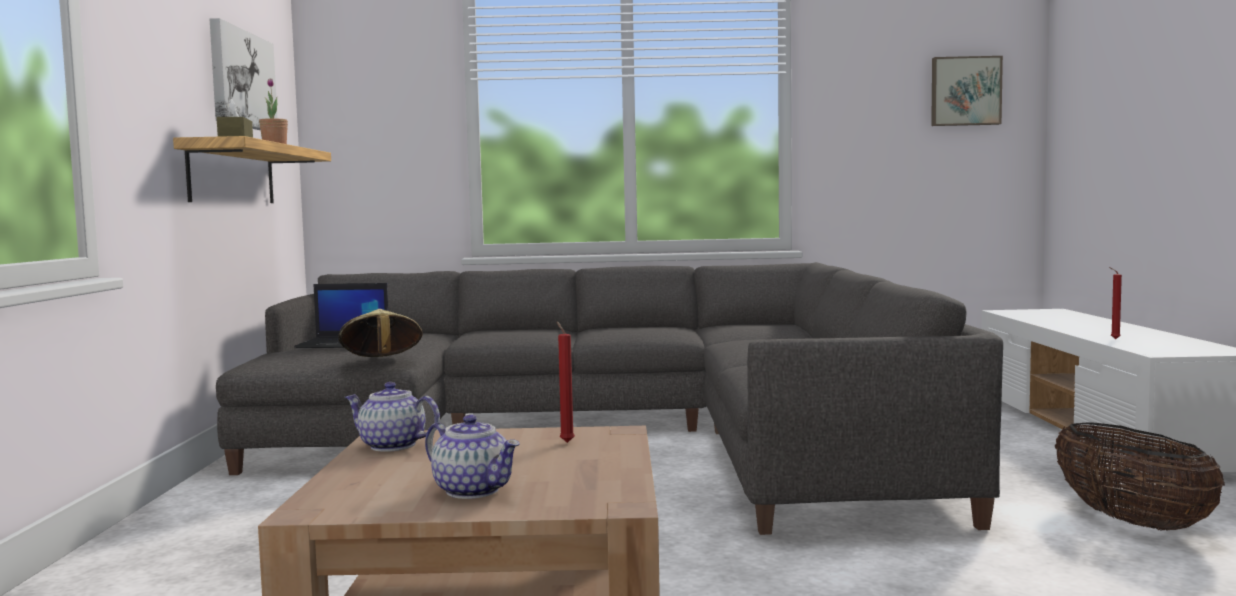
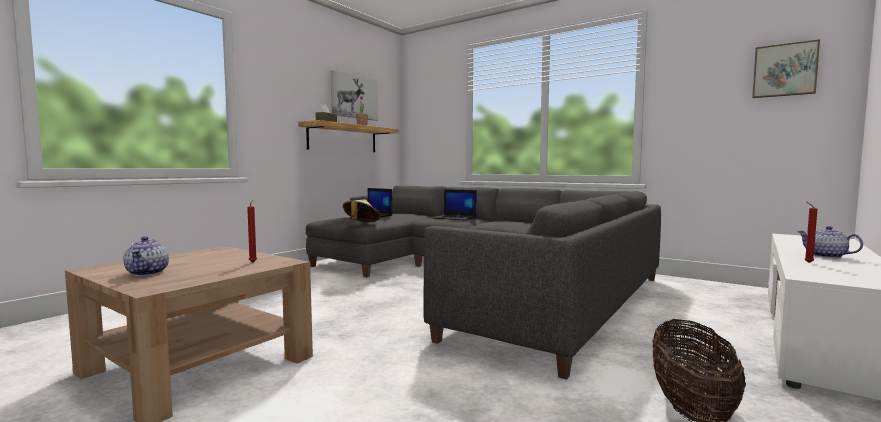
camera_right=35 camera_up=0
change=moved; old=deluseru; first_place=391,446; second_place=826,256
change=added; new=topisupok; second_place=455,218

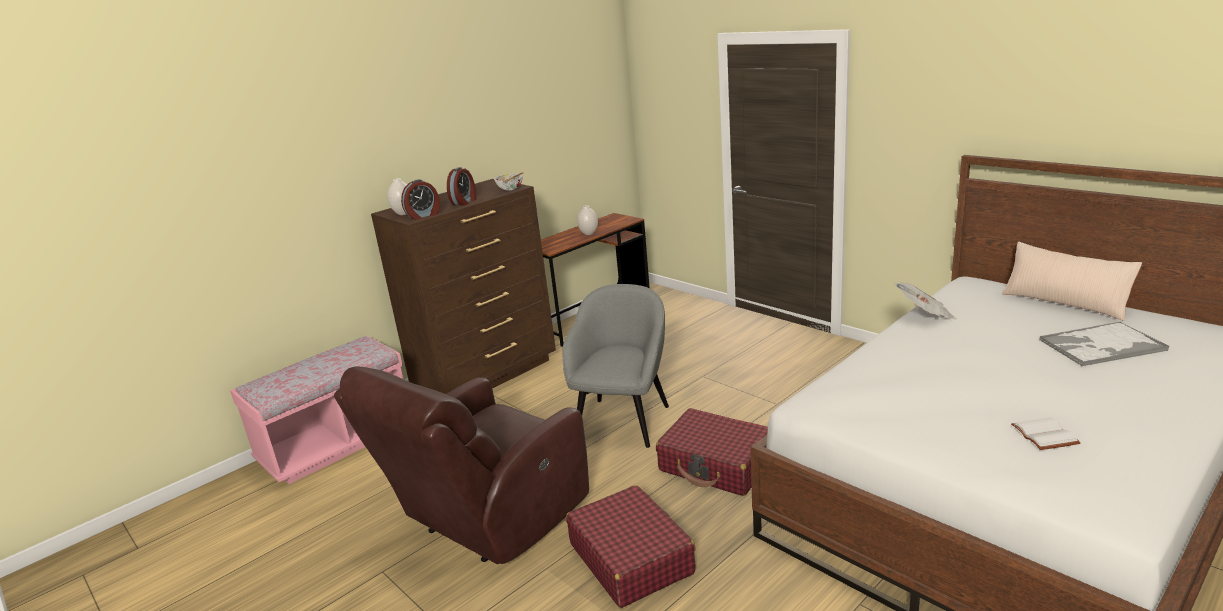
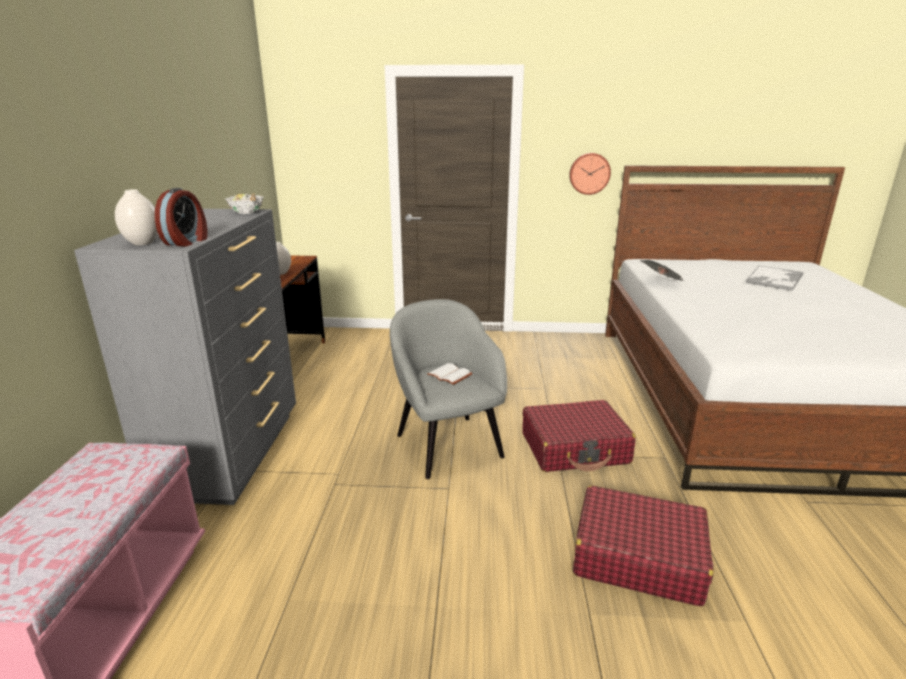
camera_right=-45 camera_up=0
change=removed; old=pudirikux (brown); first_place=487,521
change=recoloured; old=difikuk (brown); new=difikuk (grey); first_place=487,375; second_place=232,453
change=removed; old=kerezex; first_place=465,202
change=removed; old=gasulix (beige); first_place=1064,302
change=moved; old=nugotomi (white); first_place=1046,435; second_place=451,375
change=added; new=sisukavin; second_place=589,173

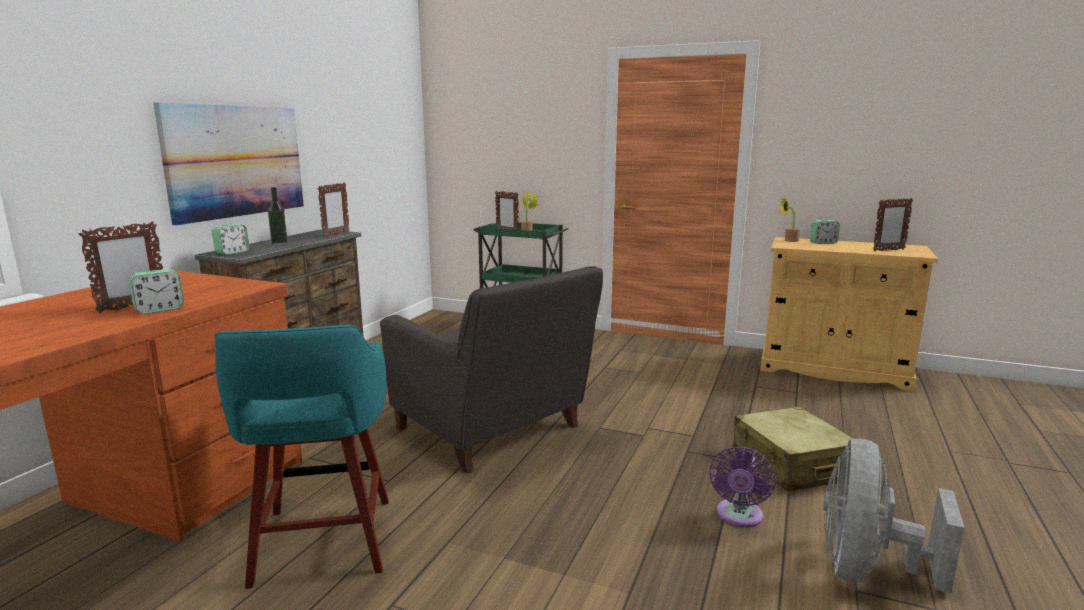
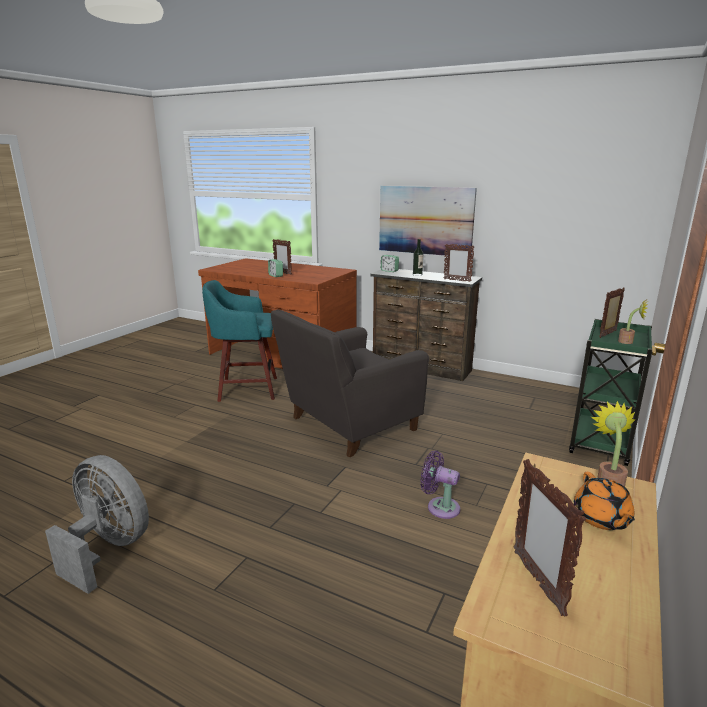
camera_right=95 camera_up=5
change=moved; old=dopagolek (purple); first_place=738,517; second_place=440,507
change=removed; old=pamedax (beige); first_place=792,464
change=replaced; old=kerezex; new=deluseru (orange); first_place=823,243; second_place=601,519

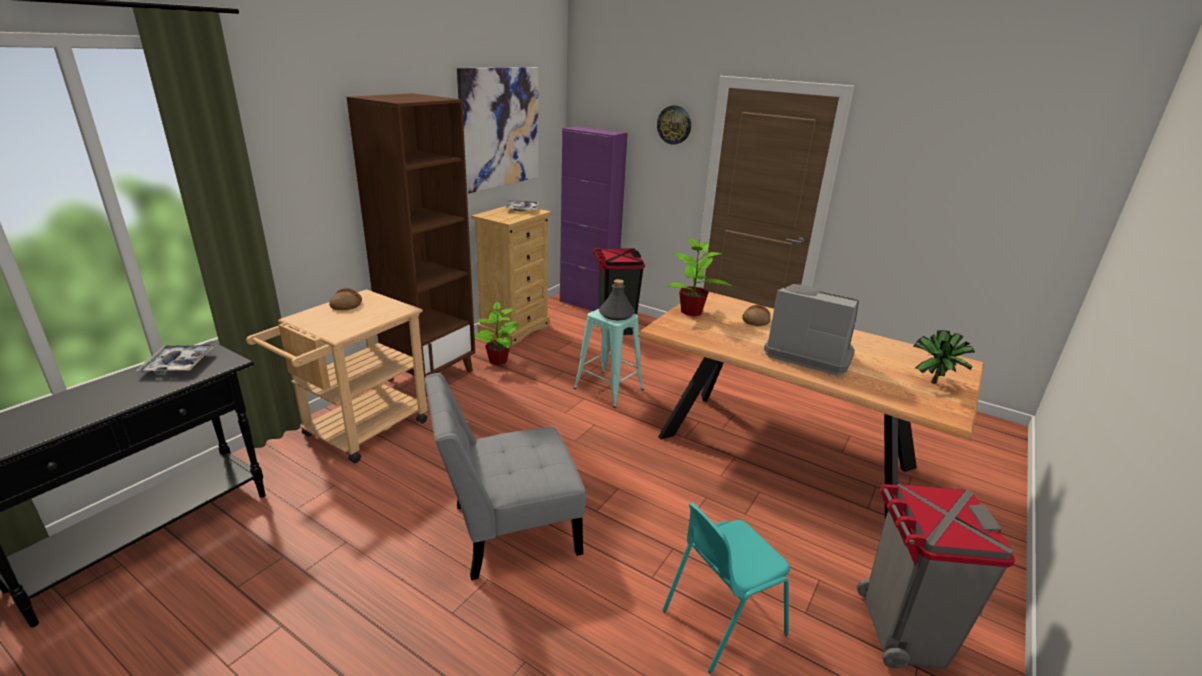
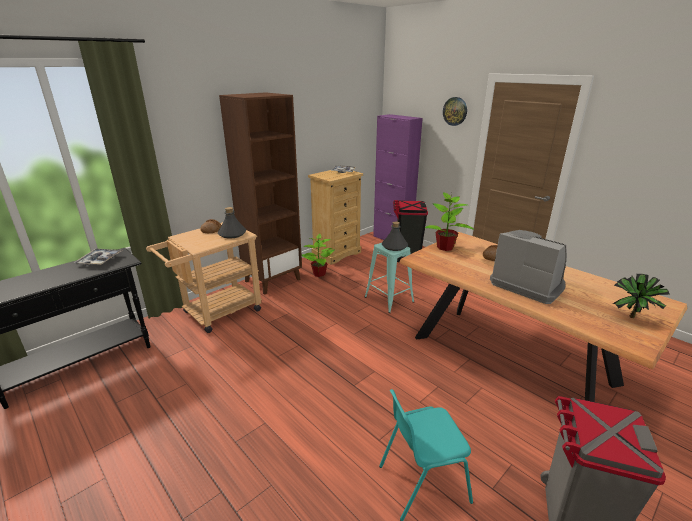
camera_right=15 camera_up=0
change=removed; old=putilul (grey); first_place=507,531
change=removed; old=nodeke; first_place=500,128
change=added; new=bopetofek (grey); second_place=232,234

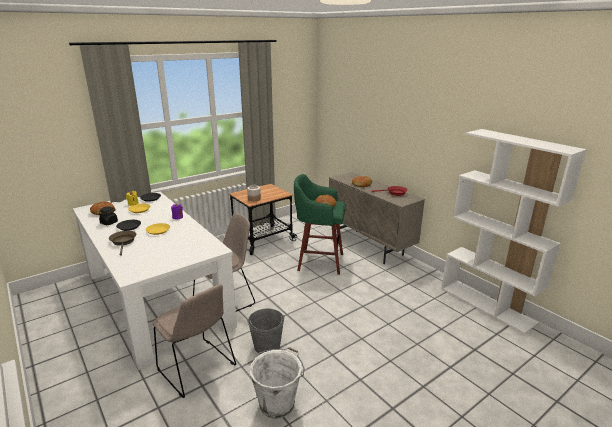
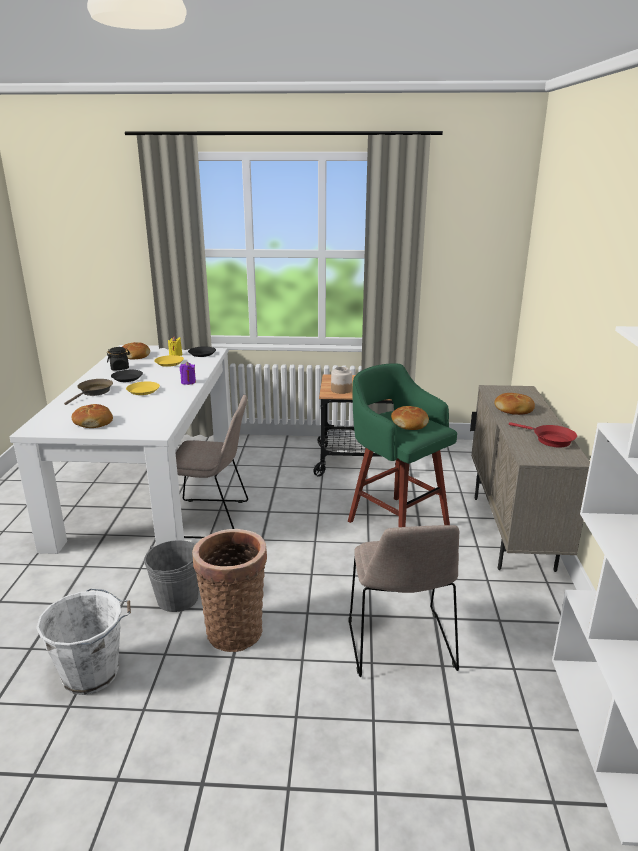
camera_right=40 camera_up=0
change=moved; old=putilul (beige); first_place=197,368; second_place=400,646
change=added; new=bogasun; second_place=93,422
change=added; new=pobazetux; second_place=235,629

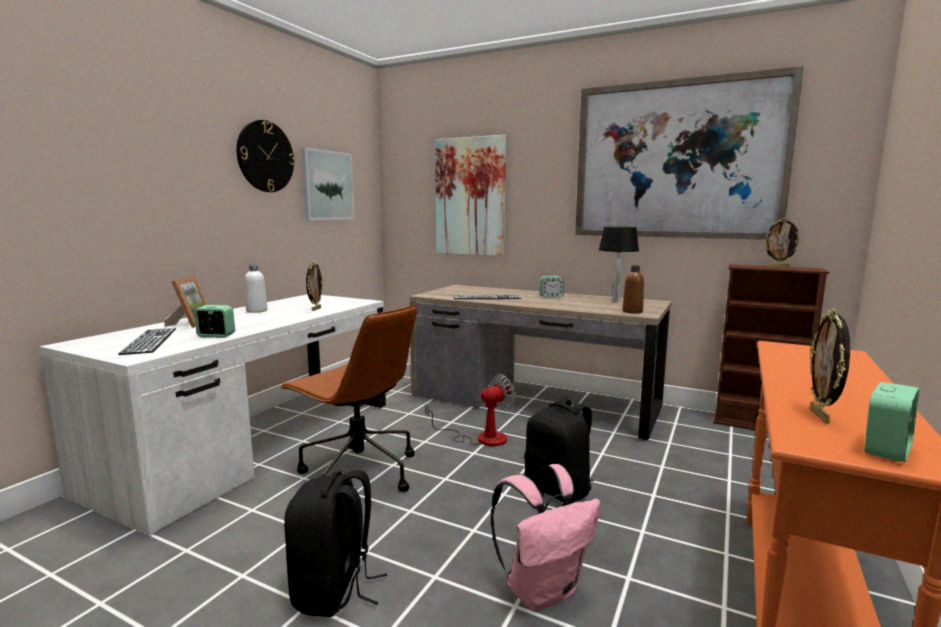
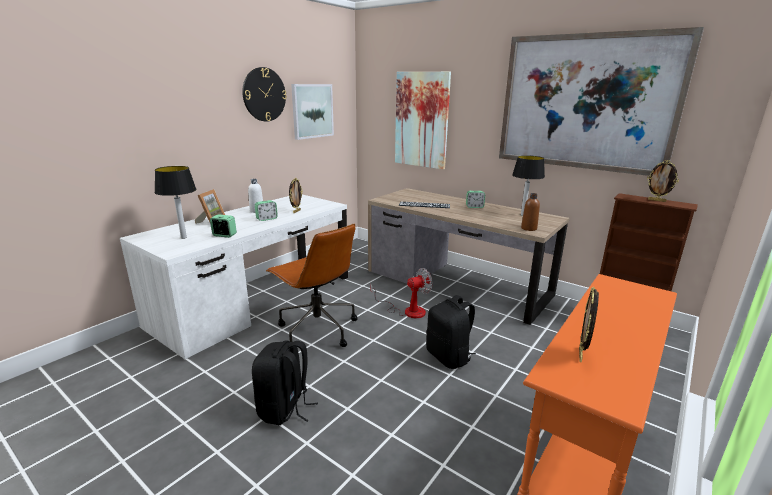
camera_right=10 camera_up=10
change=replaced; old=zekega; new=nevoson; first_place=150,341; second_place=183,237
change=removed; old=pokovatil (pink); first_place=542,589
change=moved; old=kerezex; first_place=886,449; second_place=266,219

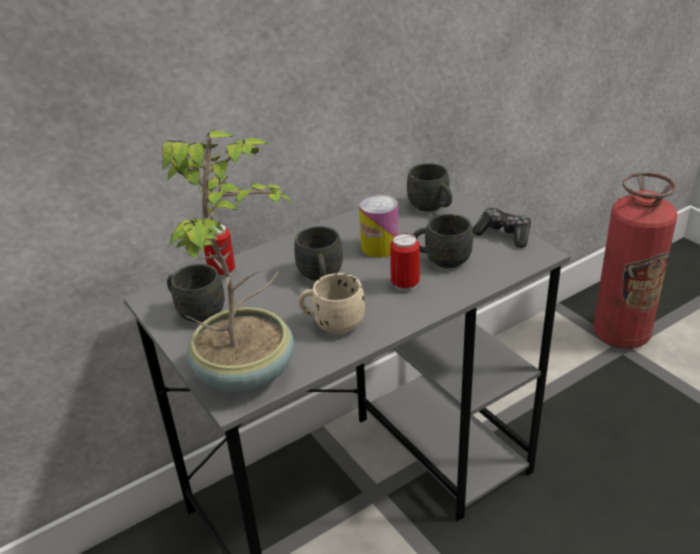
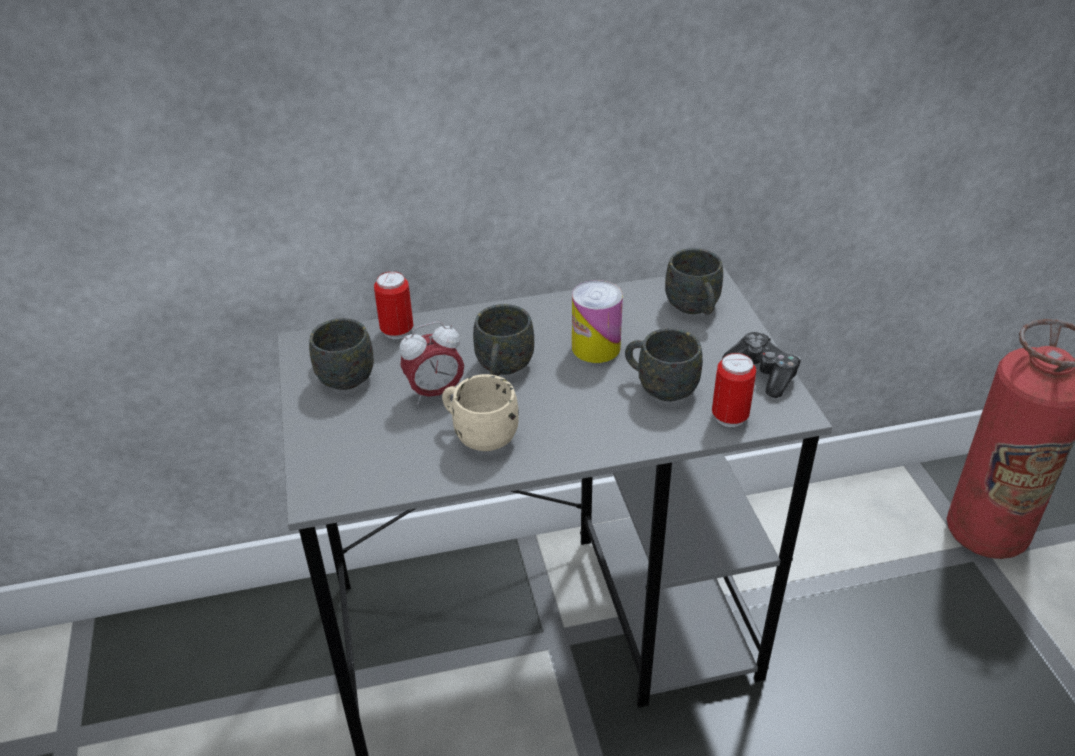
camera_right=20 camera_up=5
change=removed; old=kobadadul; first_place=248,372
change=moved; old=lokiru; first_place=405,284; second_place=729,417
change=added; new=kerezex; second_place=435,393

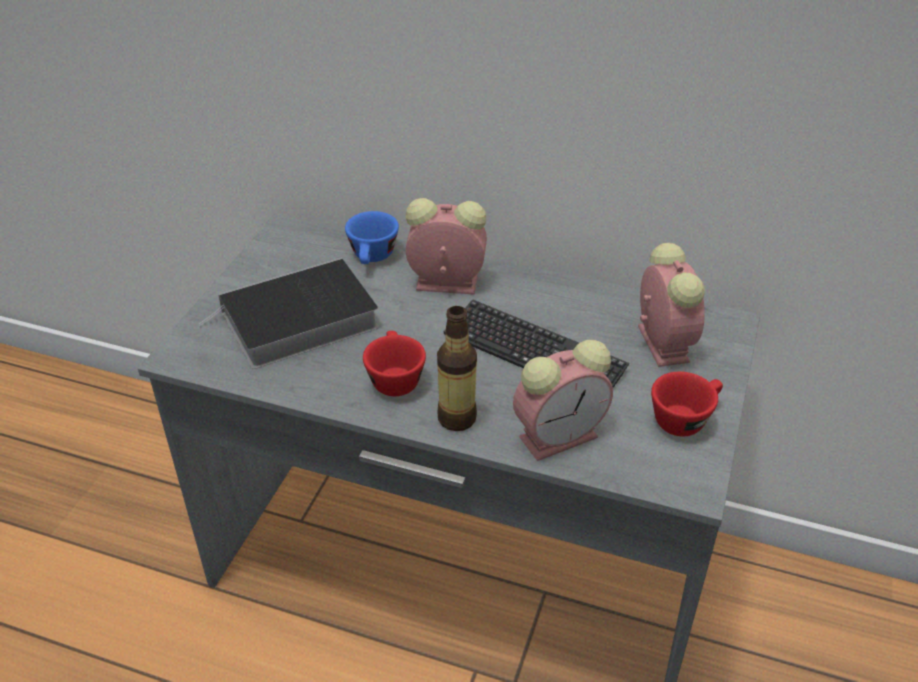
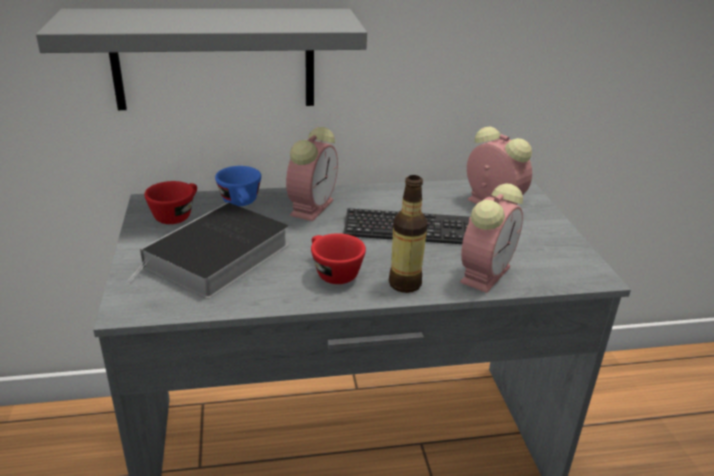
camera_right=-30 camera_up=-10
change=turned; old=kerezex; first_place=444,283; second_place=312,206; degrees=135
change=moved; old=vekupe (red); first_place=685,418; second_place=176,215
change=added; new=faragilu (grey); second_place=214,59

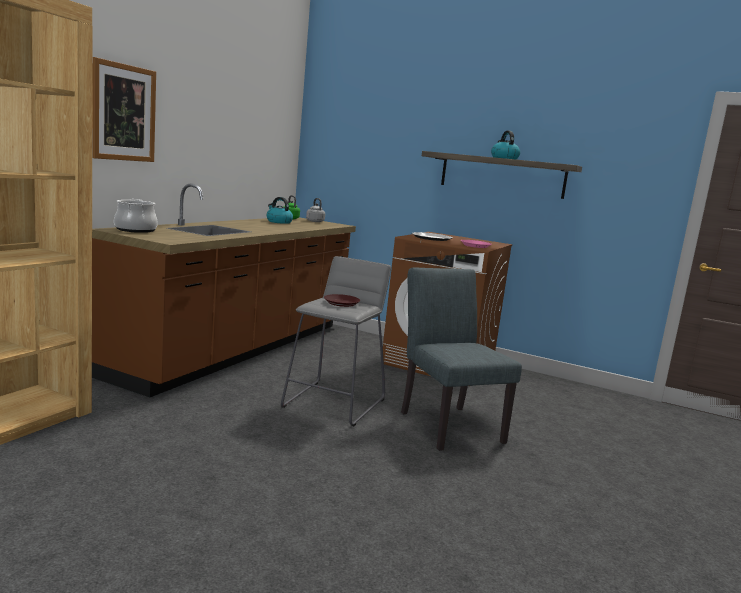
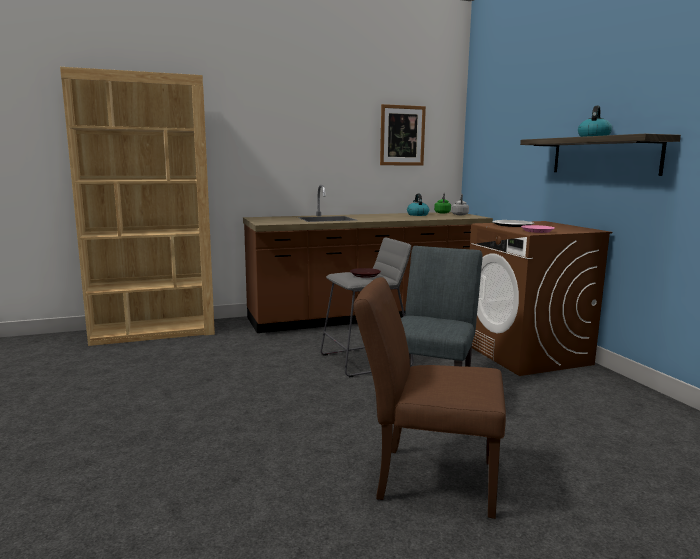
camera_right=45 camera_up=0
change=moved; old=nodeke; first_place=124,113; second_place=402,135
change=removed; old=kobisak; first_place=136,230
change=added; new=putilul (brown); second_place=426,478

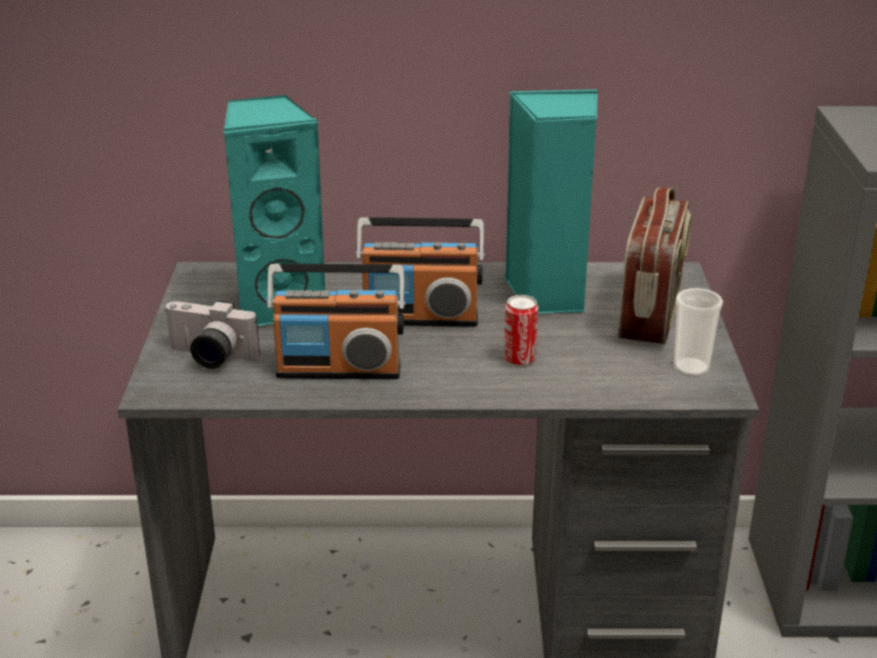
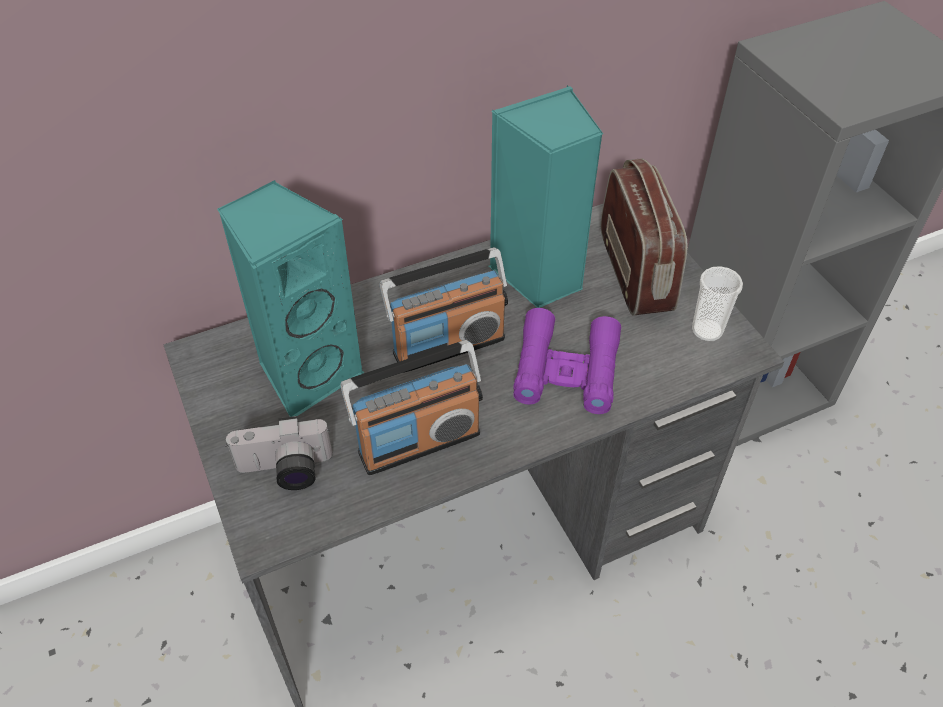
camera_right=-25 camera_up=20
change=replaced; old=lokiru; new=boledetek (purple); first_place=519,359; second_place=566,370

